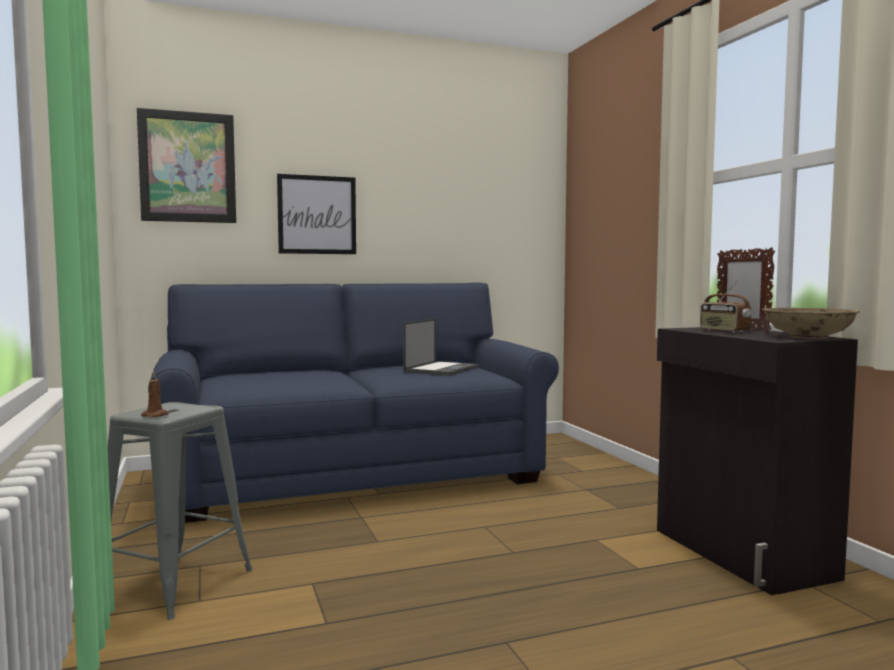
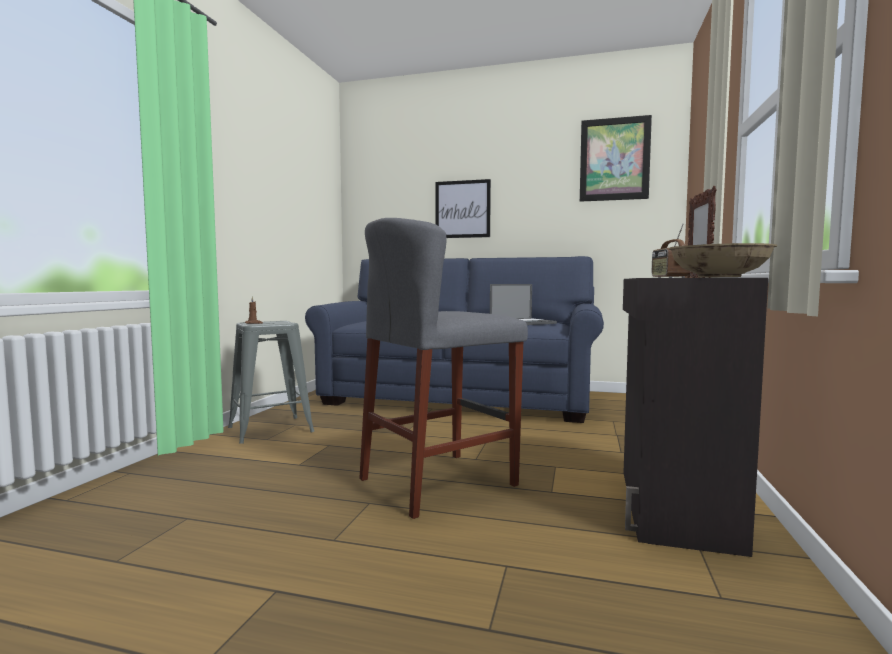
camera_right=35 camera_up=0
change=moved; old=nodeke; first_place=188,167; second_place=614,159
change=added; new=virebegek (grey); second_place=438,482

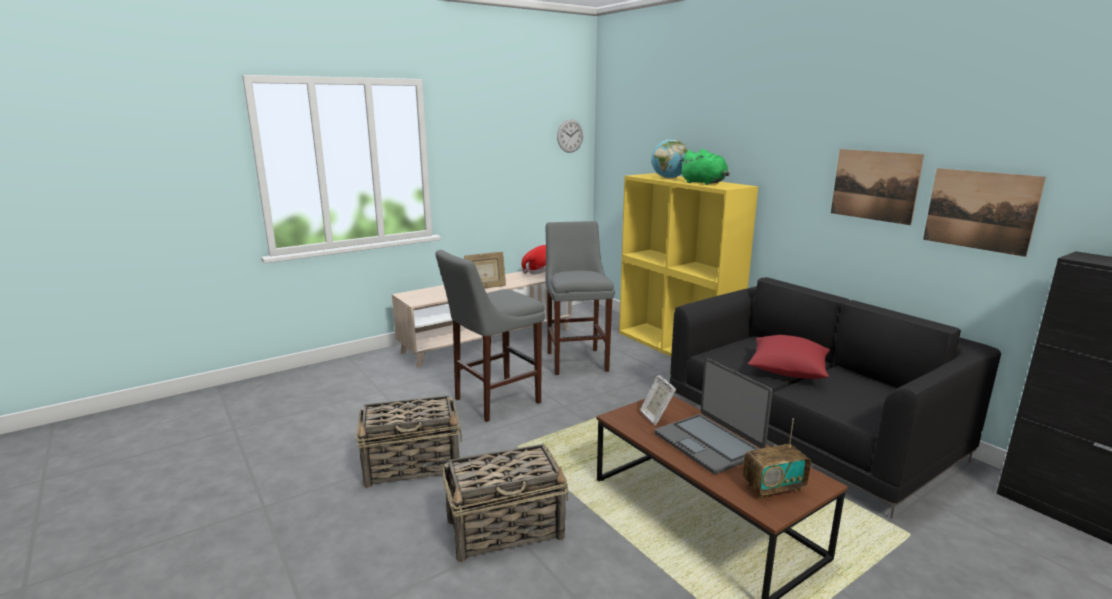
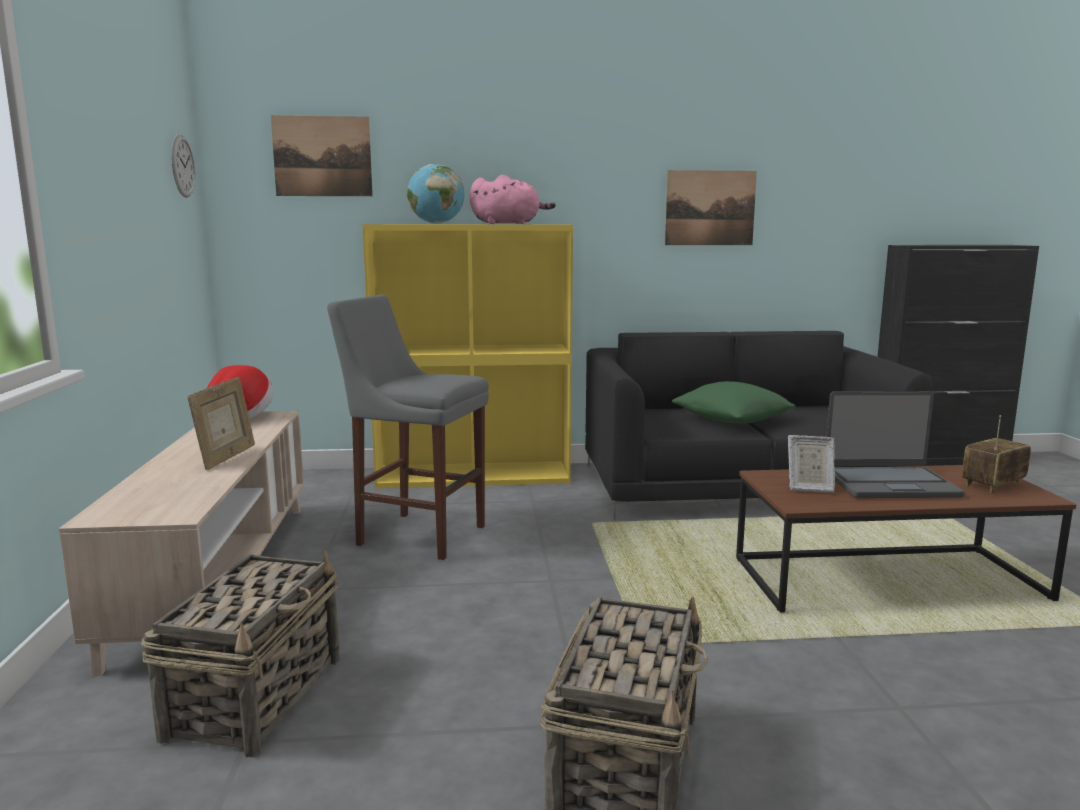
camera_right=-60 camera_up=-5
change=removed; old=virebegek (grey); first_place=493,401
change=moved; old=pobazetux; first_place=506,529; second_place=257,696
change=recoloured; old=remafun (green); new=remafun (pink); first_place=704,183; second_place=508,224
change=turned; old=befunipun; first_place=773,488; second_place=993,485; degrees=-135
change=recoloured; old=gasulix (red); new=gasulix (green); first_place=787,371; second_place=732,421
change=moved; old=nodeke; first_place=980,210; second_place=322,156

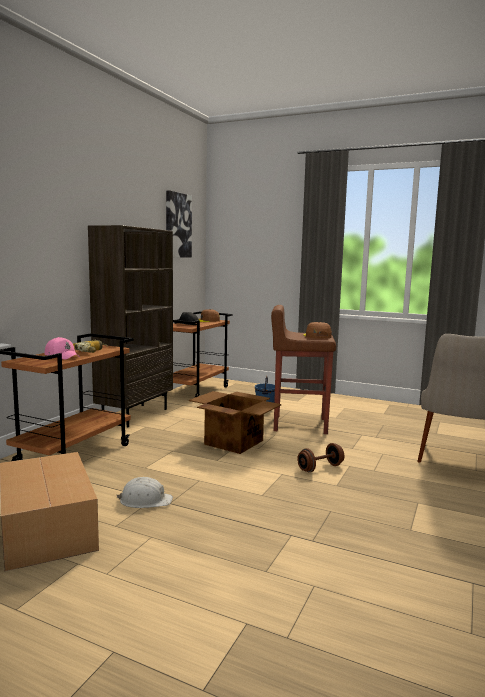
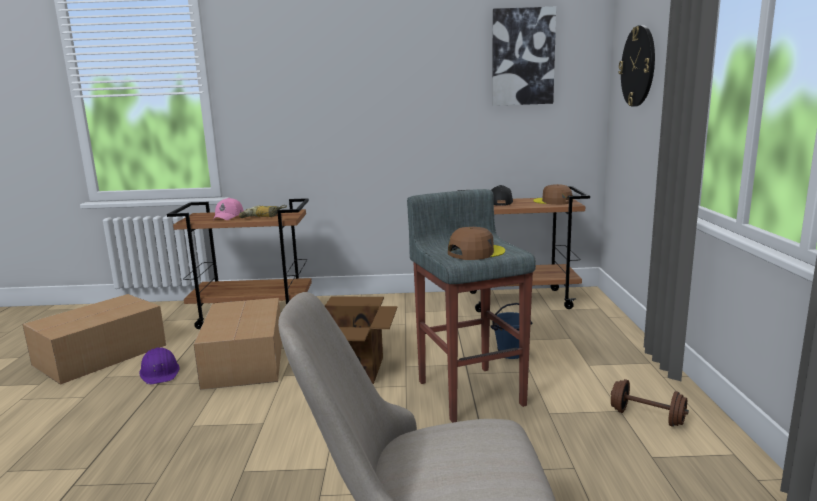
camera_right=65 camera_up=5
change=removed; old=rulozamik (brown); first_place=135,415
change=recoloured; old=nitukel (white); new=nitukel (purple); first_place=145,500; second_place=160,372
change=recoloured; old=virebegek (brown); new=virebegek (grey); first_place=299,424; second_place=470,391
change=moved; old=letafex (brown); first_place=320,468; second_place=647,417
change=added; new=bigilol; second_place=246,359
change=added; new=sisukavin; second_place=638,66

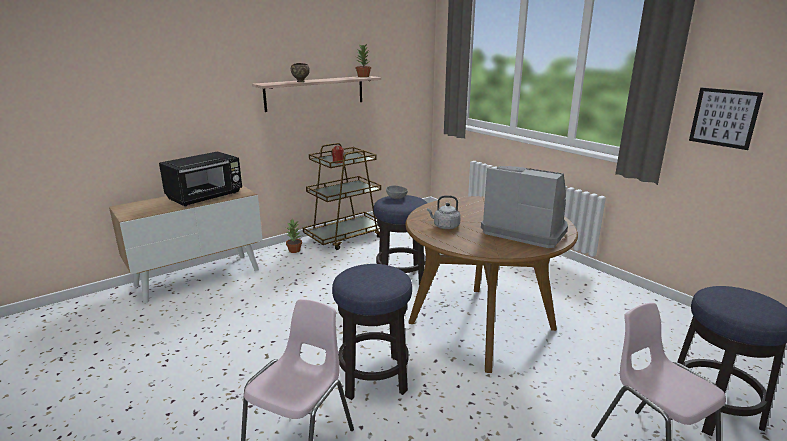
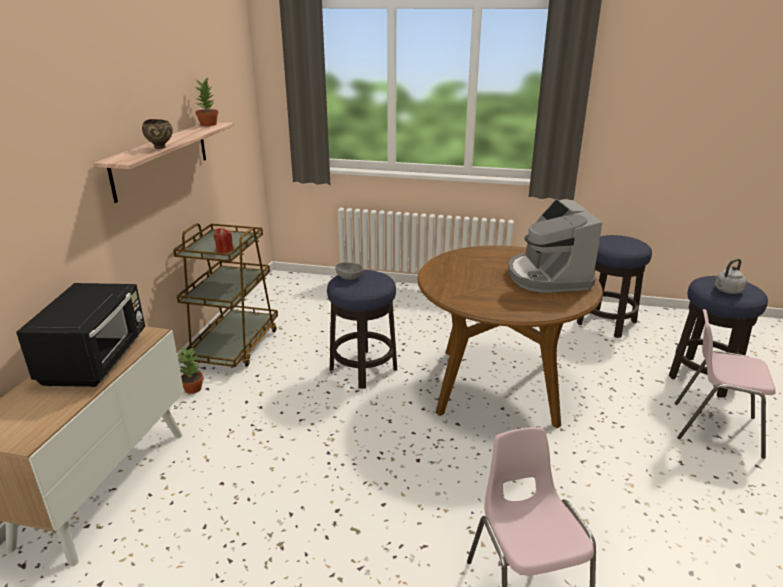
camera_right=-40 camera_up=5
change=moved; old=virebegek; first_place=373,377; second_place=606,323
change=moved; old=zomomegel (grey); first_place=445,226; second_place=727,291
change=turned; old=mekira; first_place=525,230; second_place=547,277; degrees=-90
change=removed; old=nodeke; first_place=724,118

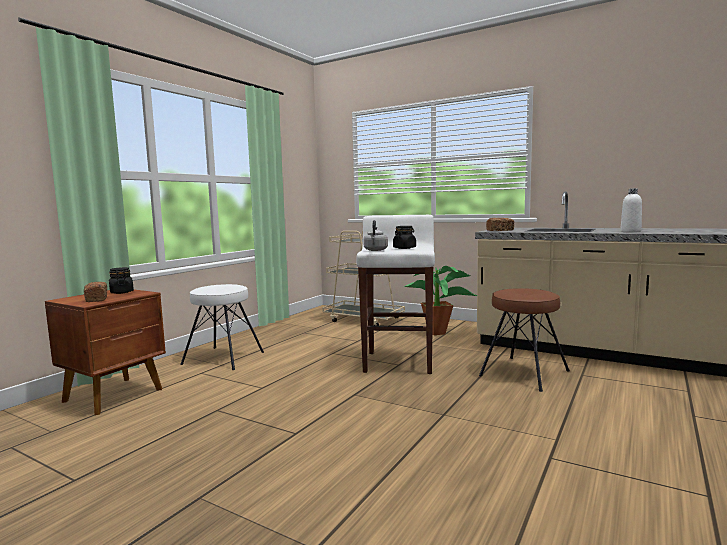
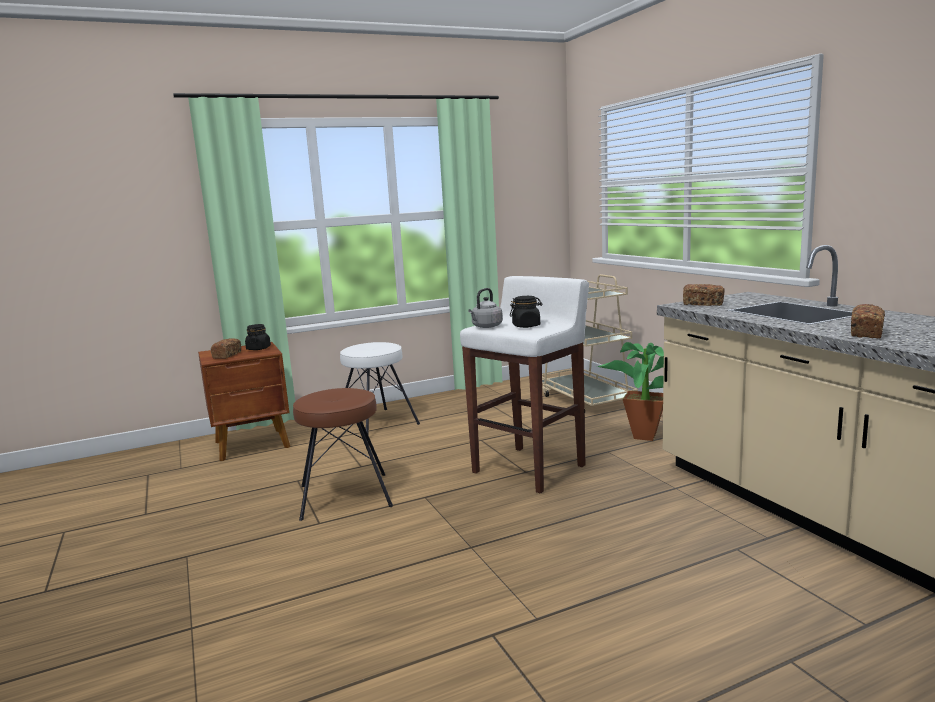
camera_right=35 camera_up=5
change=moved; old=virebegek (brown); first_place=523,373; second_place=344,495
change=replaced; old=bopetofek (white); new=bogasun; first_place=630,231; second_place=866,333

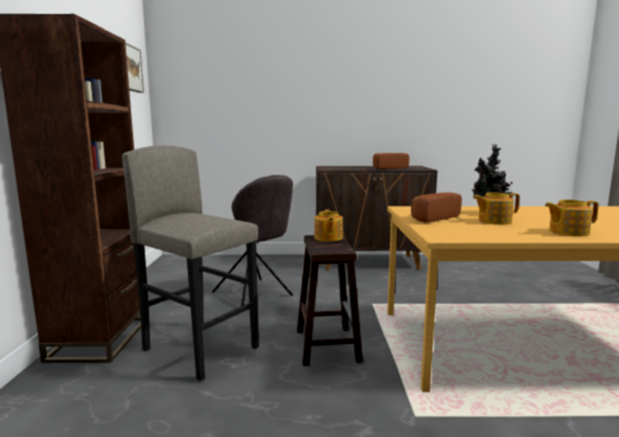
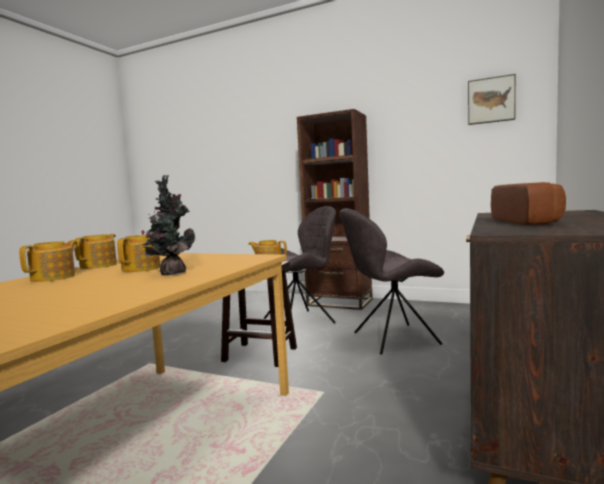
camera_right=115 camera_up=-5
change=replaced; old=virebegek (grey); new=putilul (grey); first_place=201,348; second_place=301,321
change=removed; old=bogasun; first_place=432,218
change=added; new=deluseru; second_place=99,265

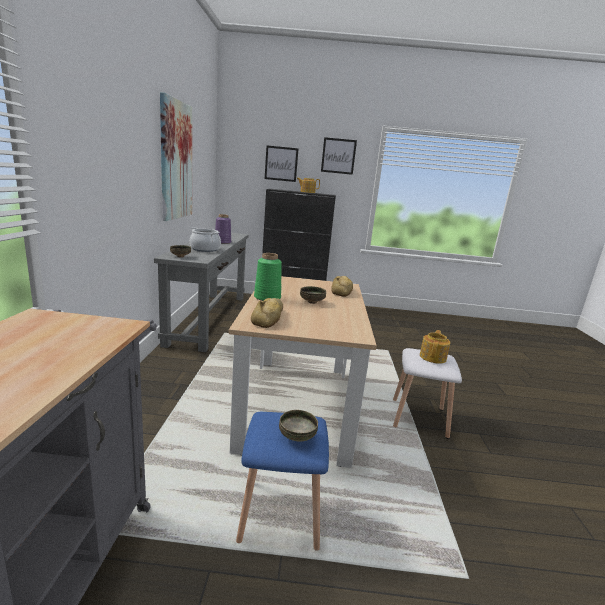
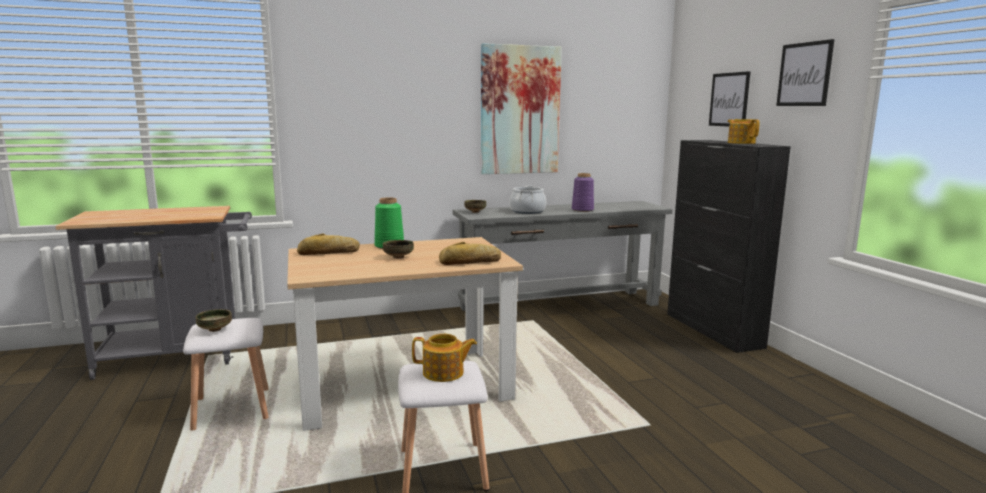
camera_right=70 camera_up=-5
change=recoloured; old=virebegek (blue); new=virebegek (white); first_place=279,514; second_place=231,408

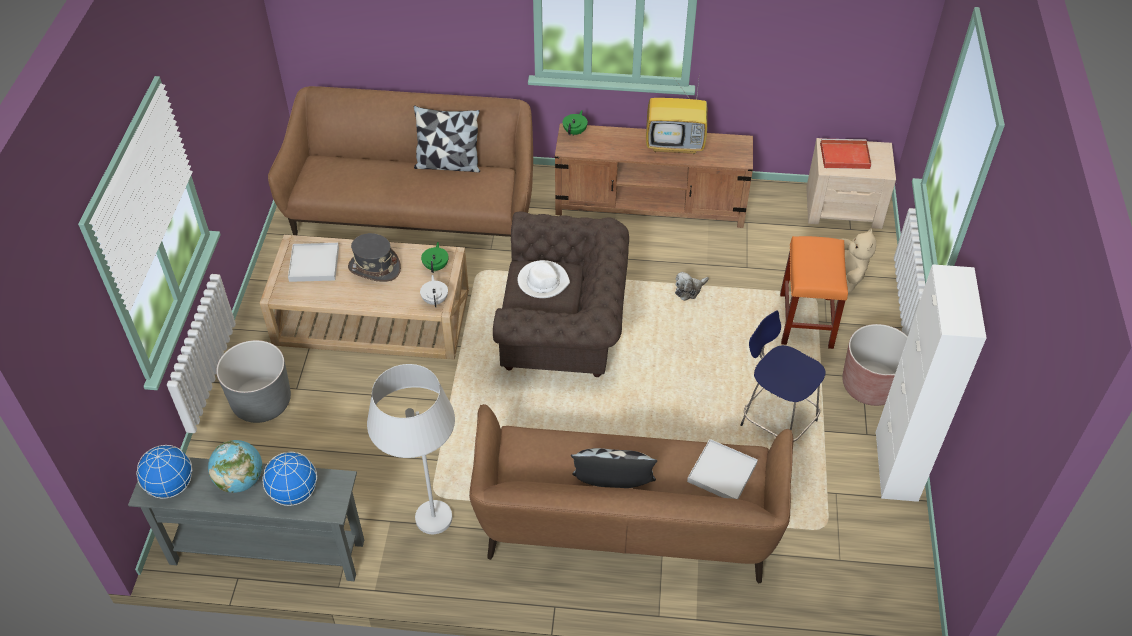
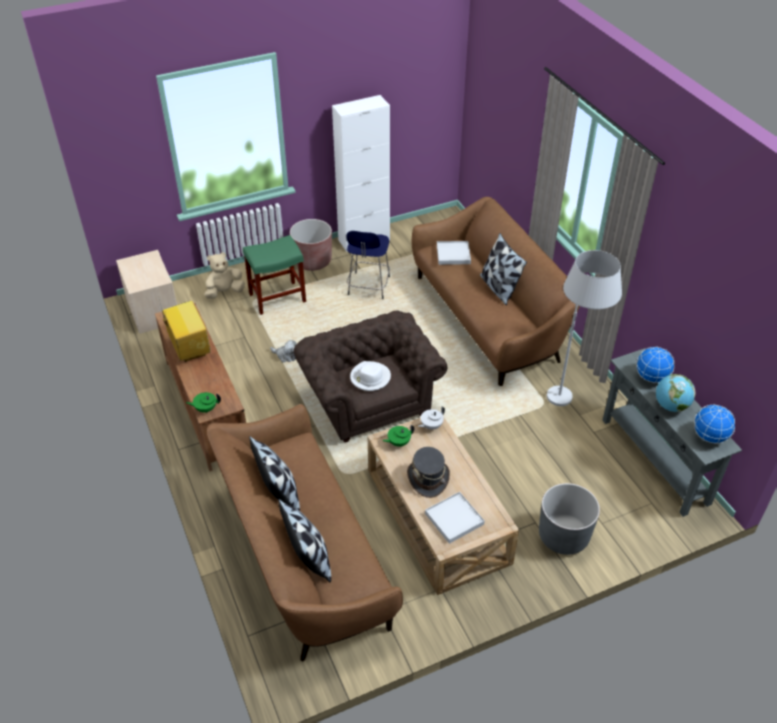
camera_right=-120 camera_up=-5
change=recoloured; old=virebegek (orange); new=virebegek (green); first_place=806,321; second_place=278,297
change=removed; old=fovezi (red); first_place=843,156
change=added; new=gasulix; second_place=309,558

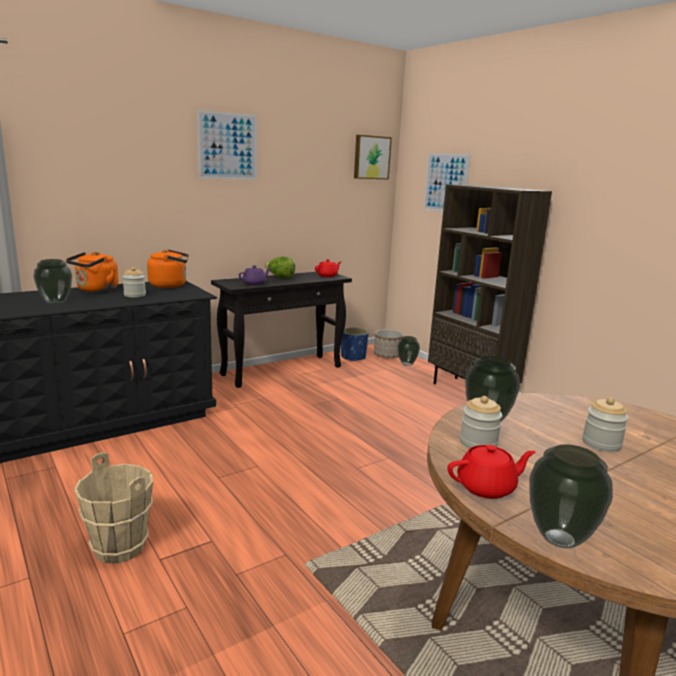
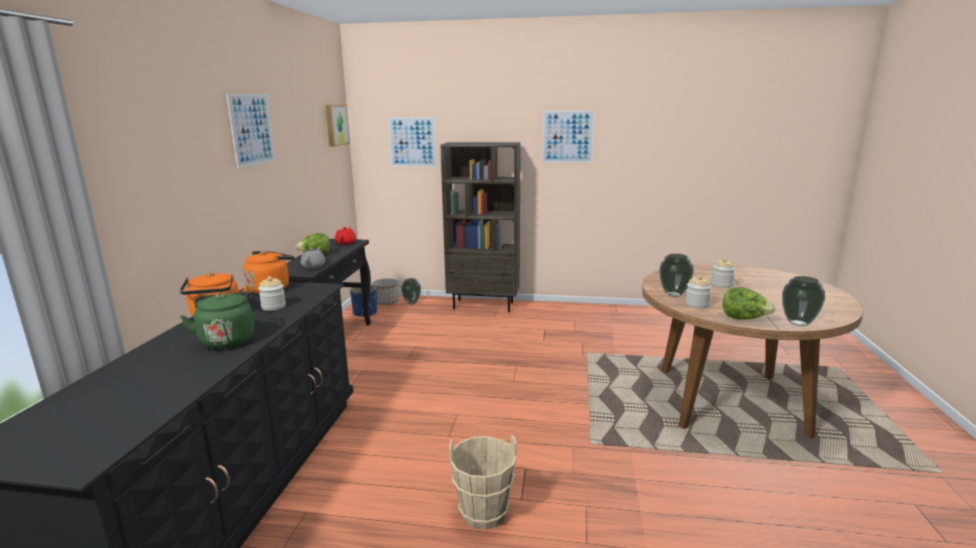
camera_right=-45 camera_up=0
change=replaced; old=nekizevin; new=zomomegel (green); first_place=56,303; second_place=227,340
change=recoloured; old=deluseru (purple); new=deluseru (grey); first_place=254,283; second_place=314,266
change=replaced; old=deluseru (red); new=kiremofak; first_place=487,487; second_place=744,319
change=added; new=nodeke; second_place=567,136

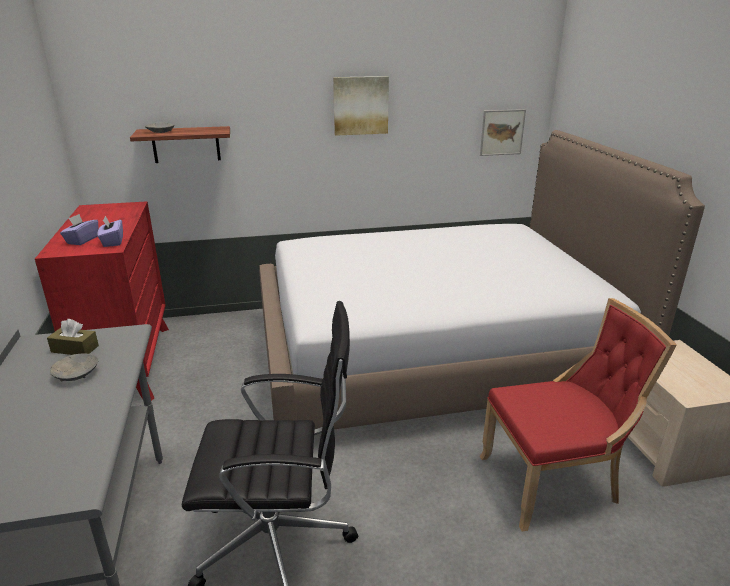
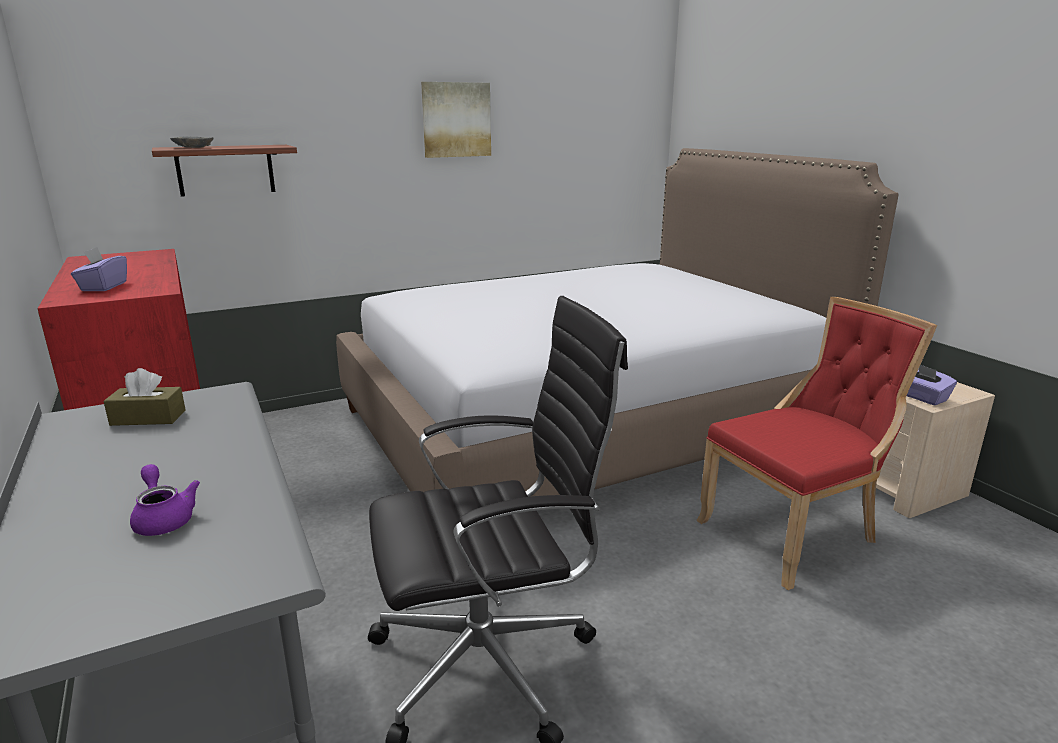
camera_right=-15 camera_up=-5
change=removed; old=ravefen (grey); first_place=76,374
change=moved; old=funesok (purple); first_place=112,242; second_place=922,398
change=removed; old=nodeke; first_place=502,132
change=added; new=deluseru (purple); second_place=164,518

